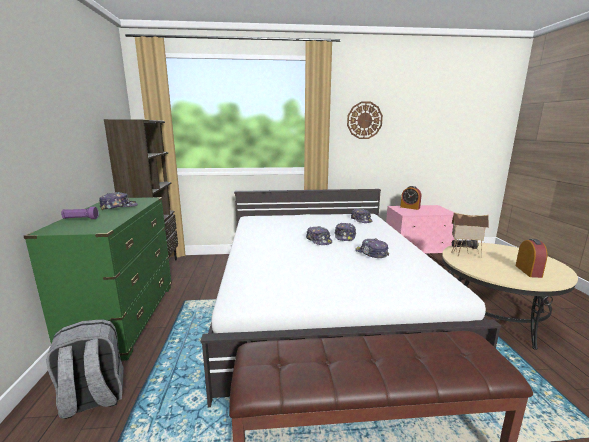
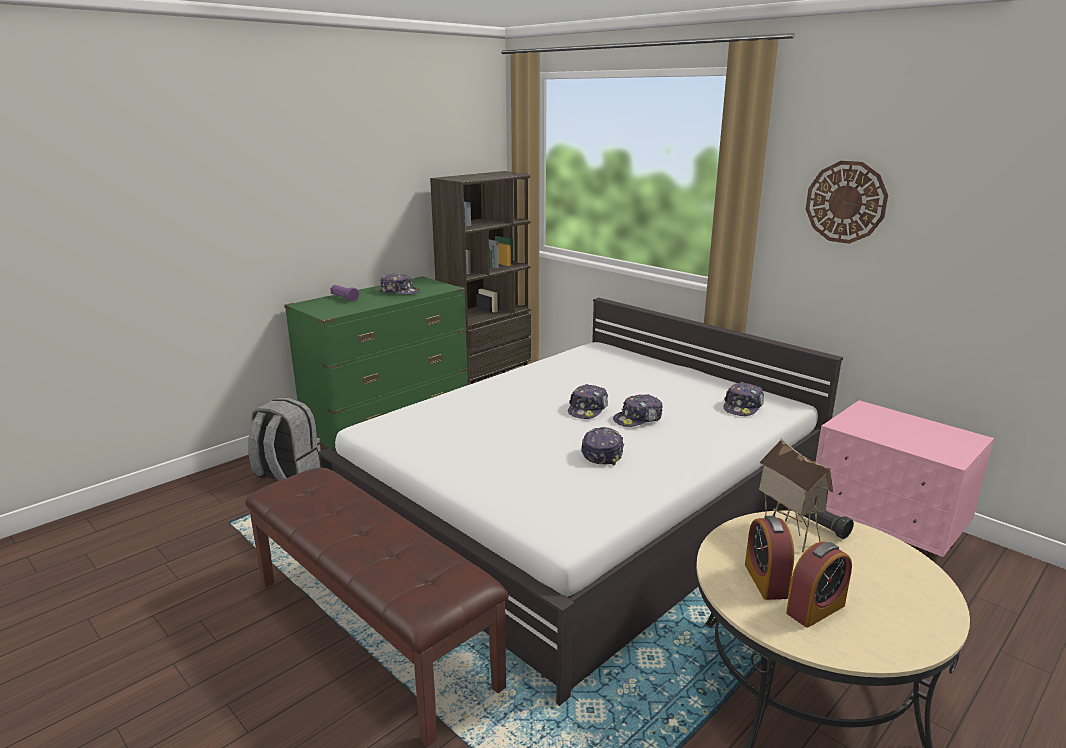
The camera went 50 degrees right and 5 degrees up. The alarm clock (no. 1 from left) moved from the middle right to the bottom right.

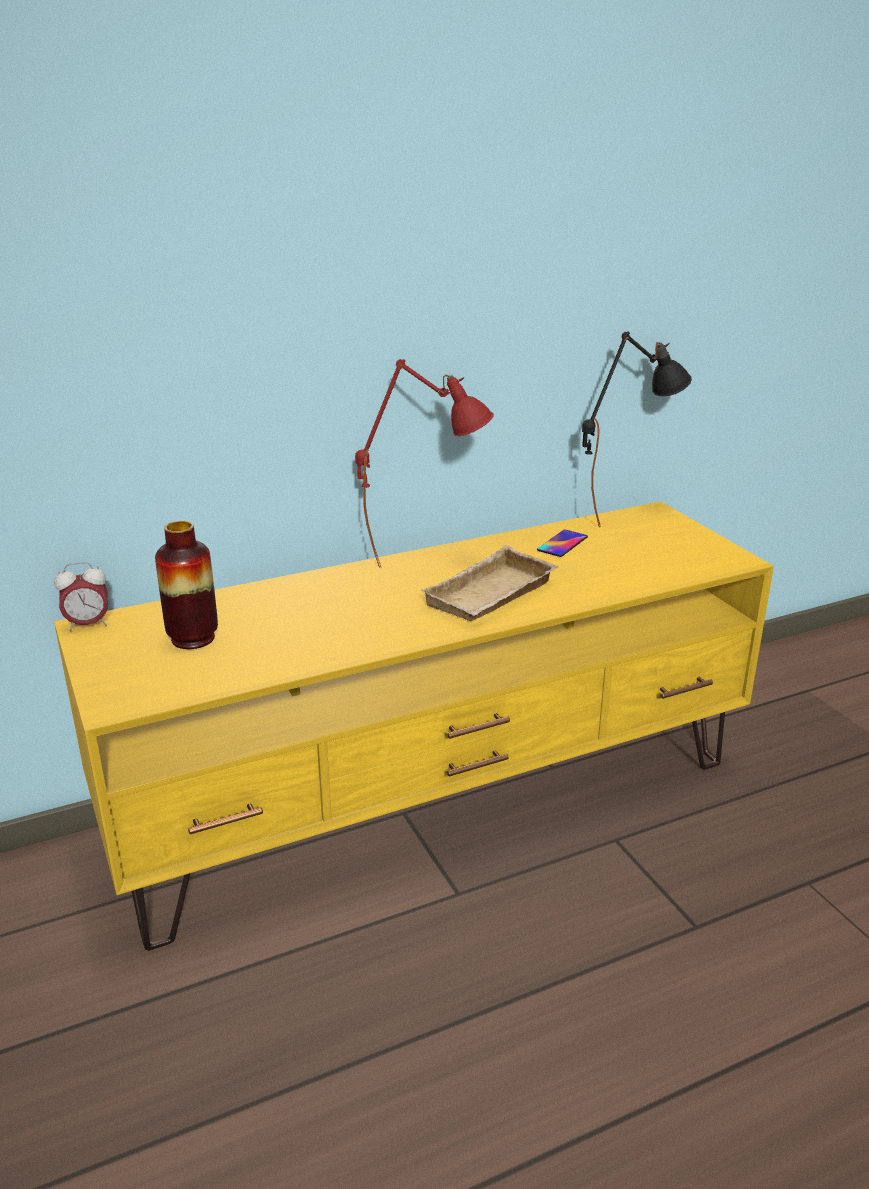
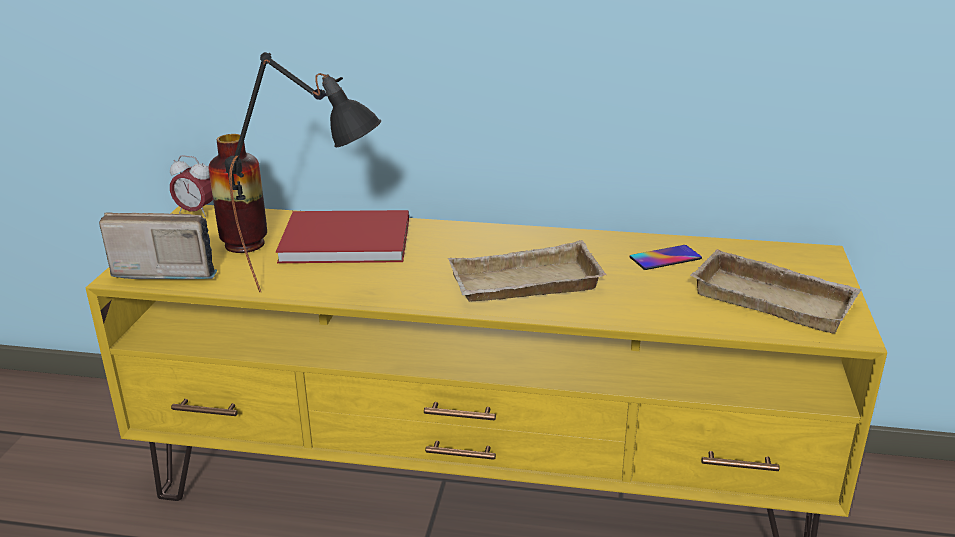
The camera went 35 degrees right and 0 degrees up. The red table lamp at the centre disappeared. The radio at the middle left appeared. The red book at the centre appeared. The beige tray (no. 2 from left) at the middle right appeared. The black table lamp moved from the middle right to the top left.

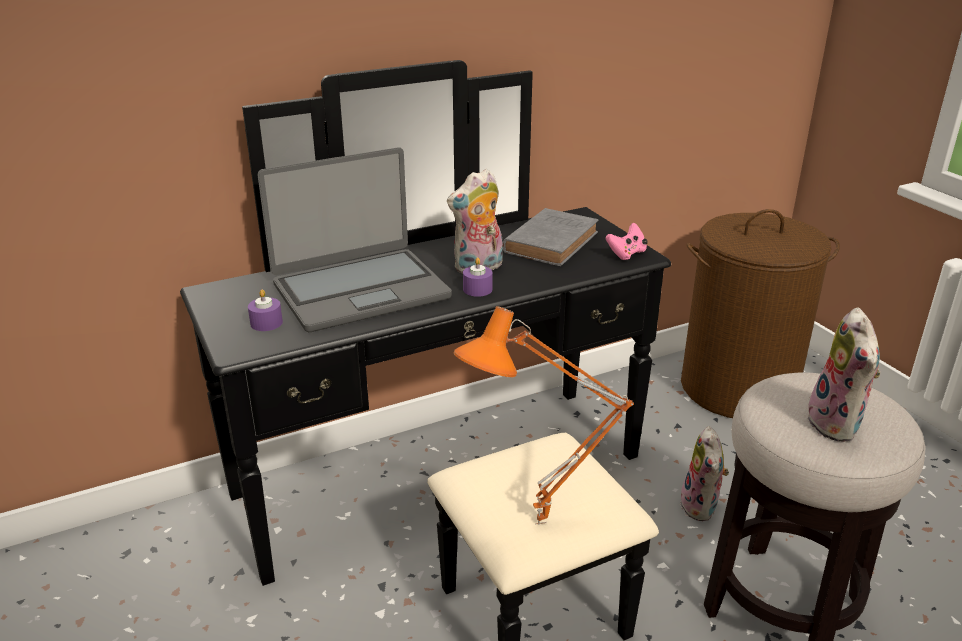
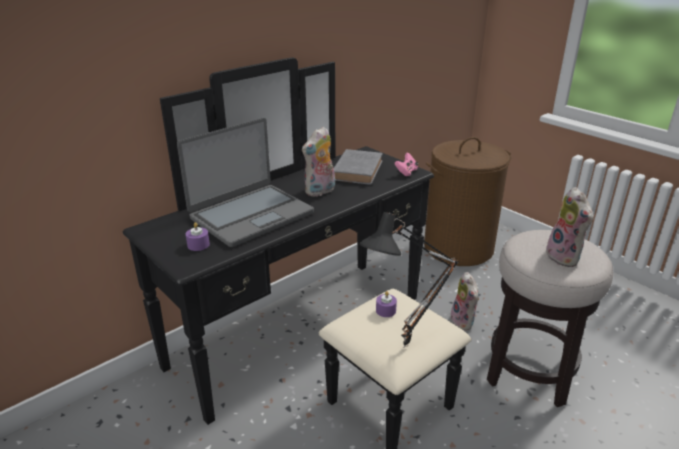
The camera went 15 degrees left and 0 degrees up. The purple candle (no. 2 from left) moved from the centre to the bottom centre. The orange table lamp at the centre became the black table lamp at the centre.

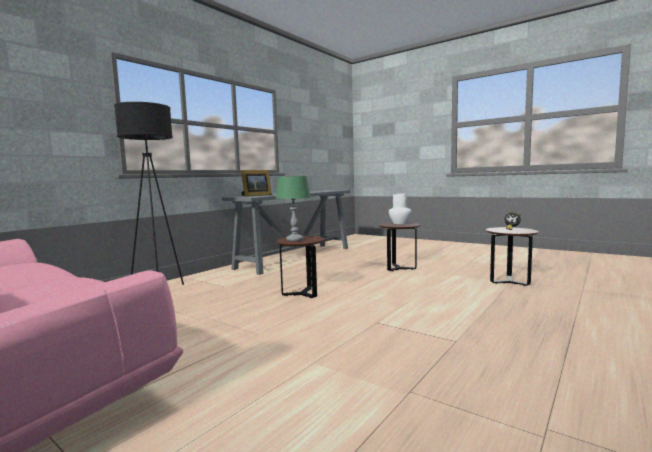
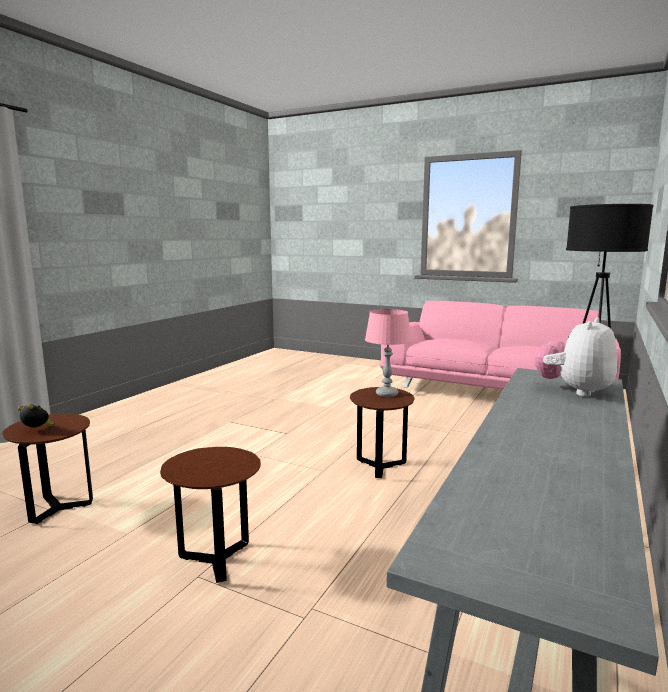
The camera went 170 degrees right and 5 degrees up. The white vase at the centre disappeared. The picture frame at the centre was replaced by the plush toy at the middle right. The green table lamp at the centre became the pink table lamp at the centre.

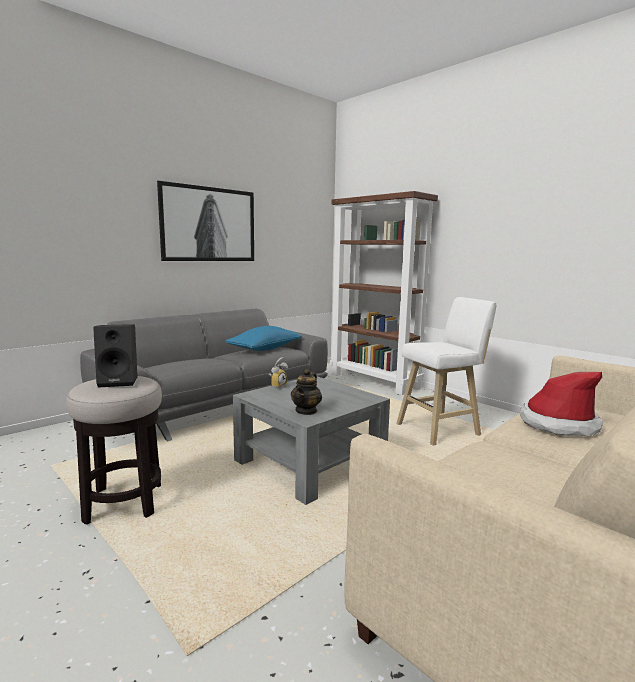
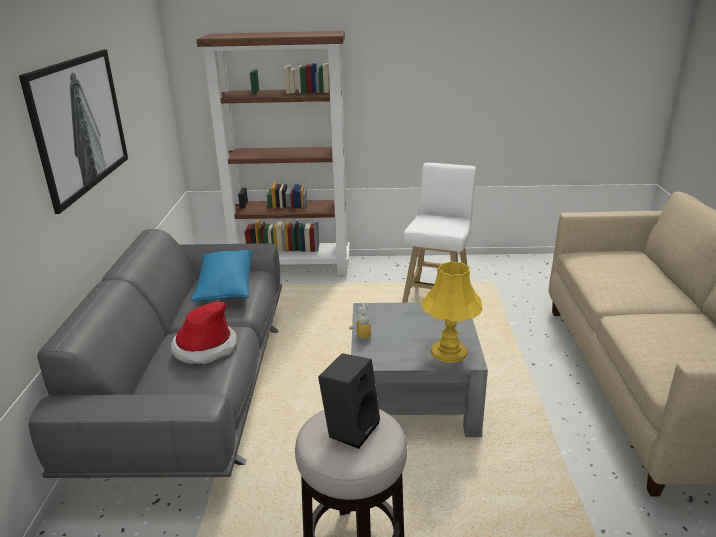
The camera went 45 degrees left and 15 degrees up. The hat moved from the middle right to the middle left. The teapot at the centre was replaced by the yellow table lamp at the centre.

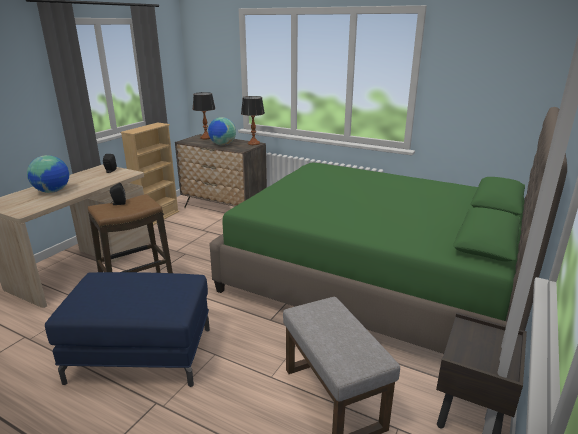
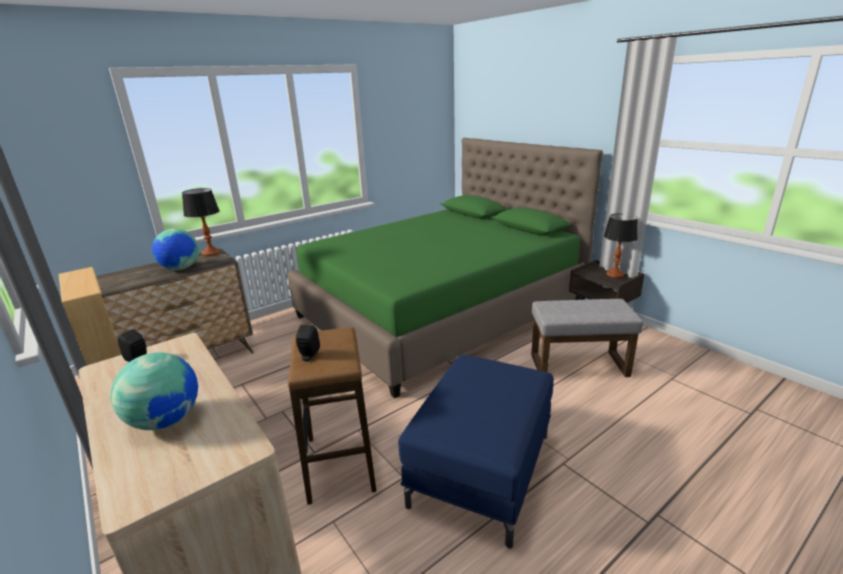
The camera went 65 degrees left and 0 degrees up. The table lamp (no. 1 from left in the first image) moved from the top centre to the middle right.

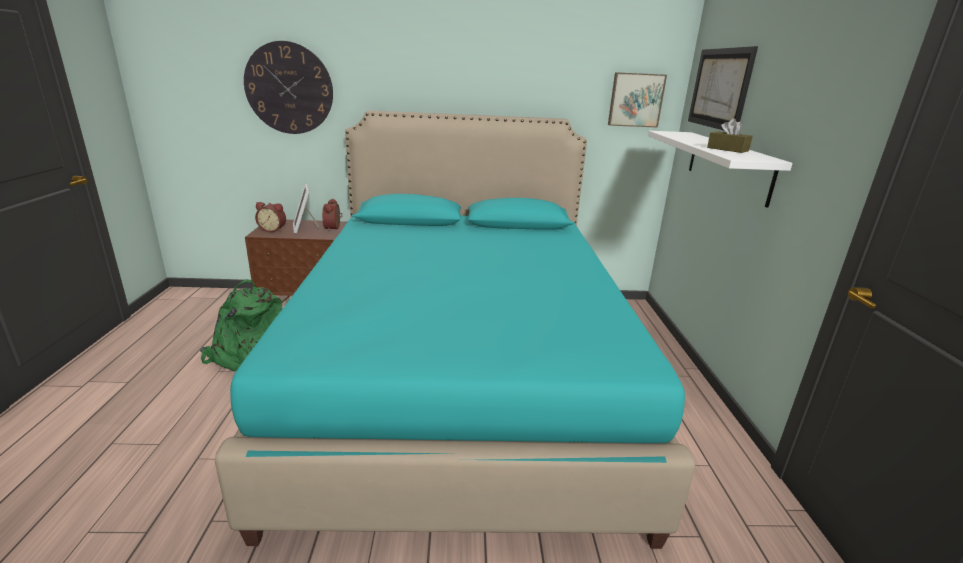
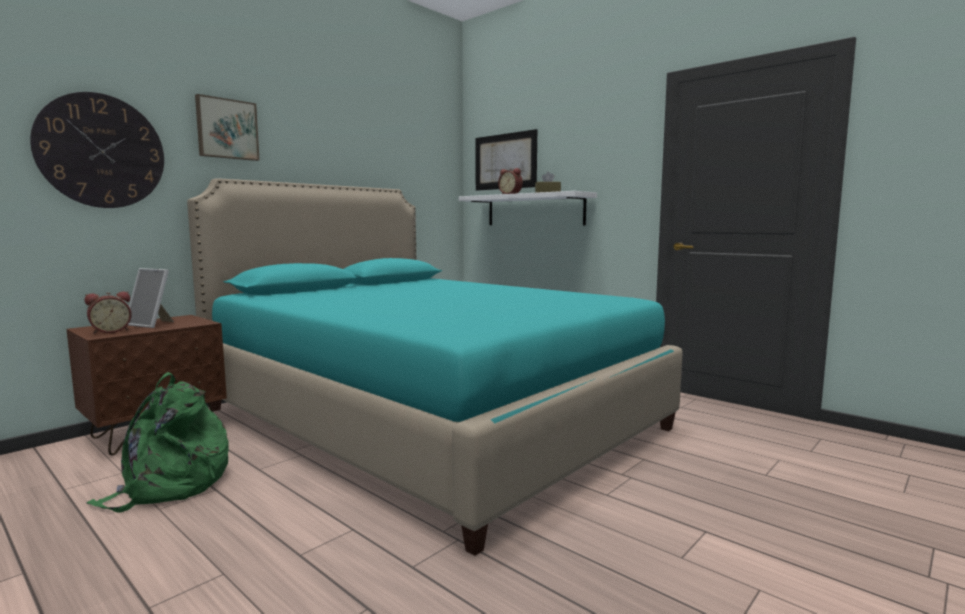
The camera went 45 degrees left and 15 degrees down. The alarm clock (no. 2 from left) moved from the centre to the top centre. The picture (no. 1 from left) moved from the top centre to the top left.

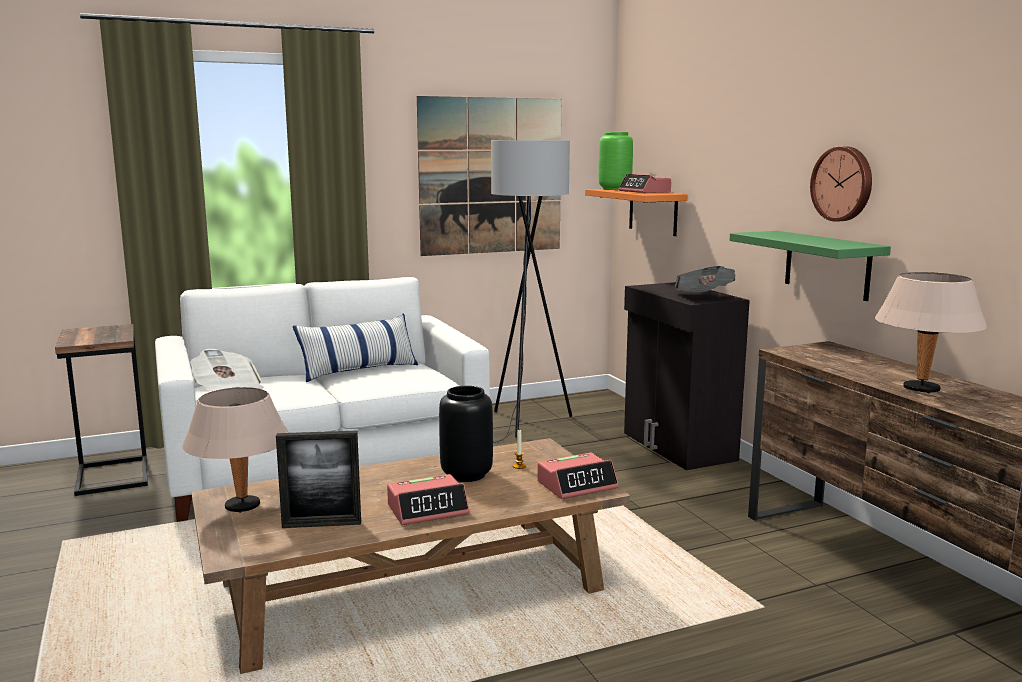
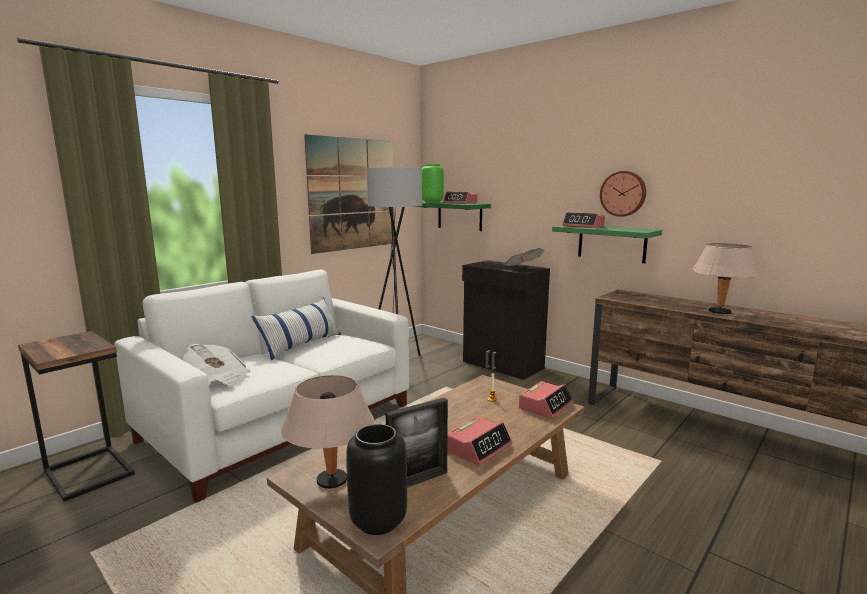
The camera went 25 degrees left and 0 degrees up. The alarm clock (no. 4 from left) at the middle right appeared. The black vase moved from the centre to the bottom centre. The orange shelf at the top centre became the green shelf (no. 1 from left) at the centre.

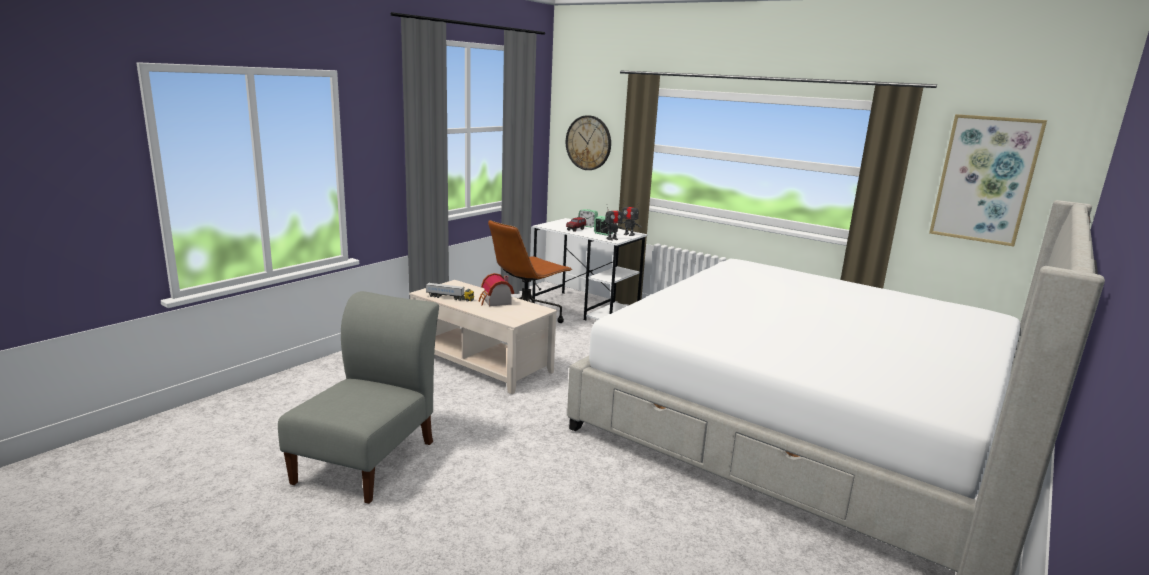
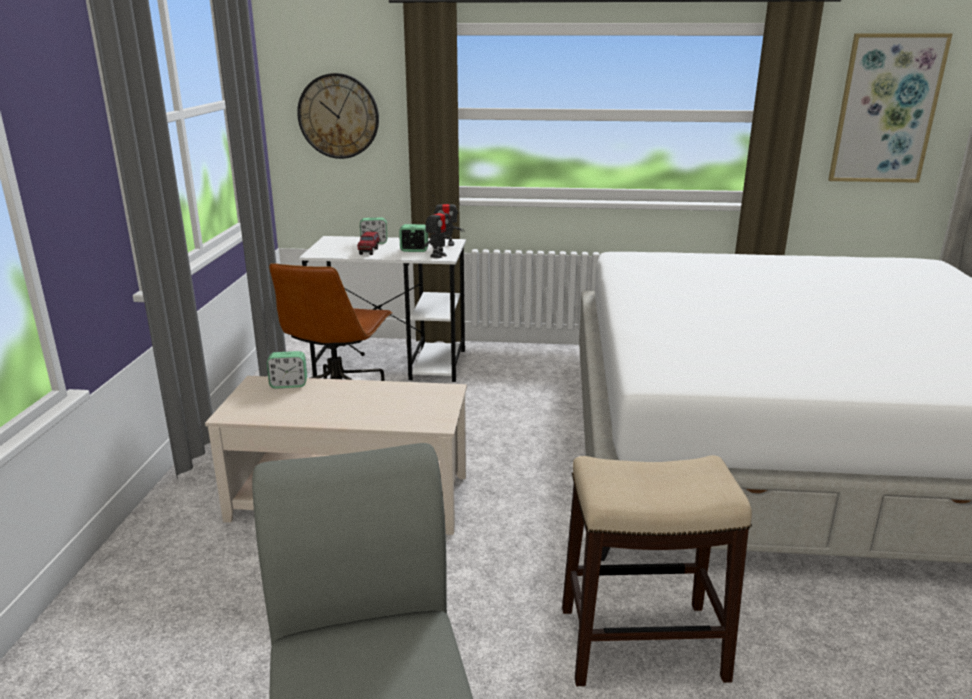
The camera went 30 degrees left and 5 degrees up. The toy truck (no. 1 from left) at the centre disappeared. The toy house at the centre disappeared. The alarm clock (no. 1 from left) at the middle left appeared. The stool at the bottom right appeared.

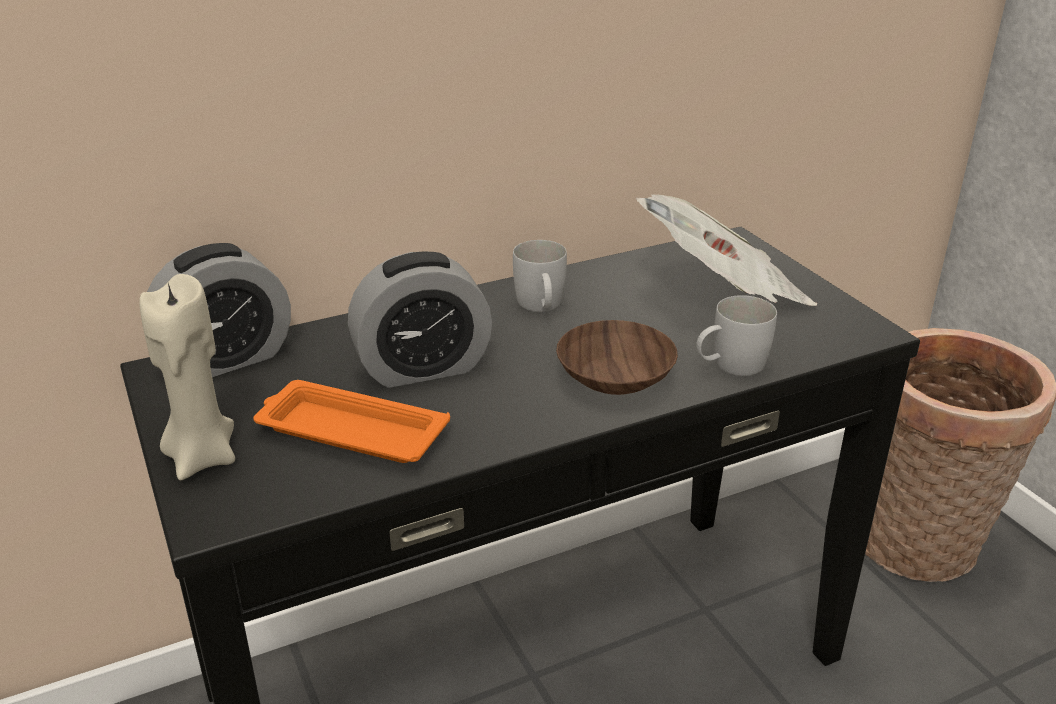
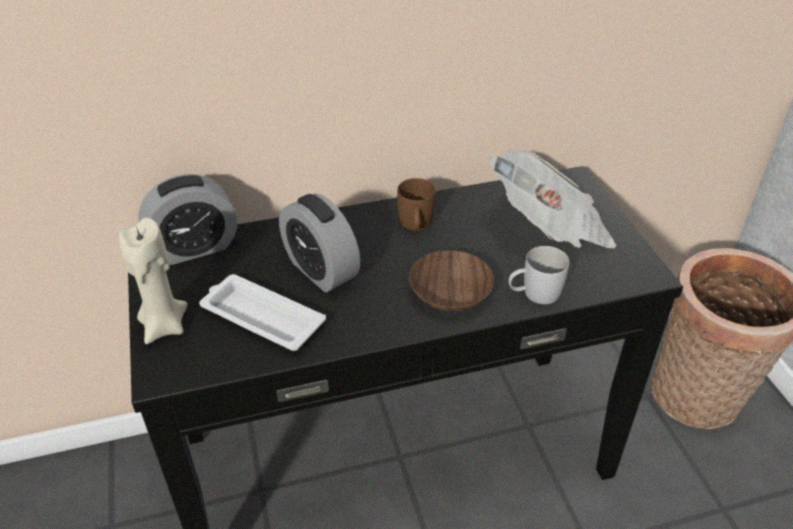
The camera went 10 degrees right and 10 degrees up. The orange tray at the middle left became the white tray at the middle left. The white mug (no. 1 from left) at the centre became the brown mug at the centre. The alarm clock (no. 2 from left) at the centre turned 60 degrees clockwise.

